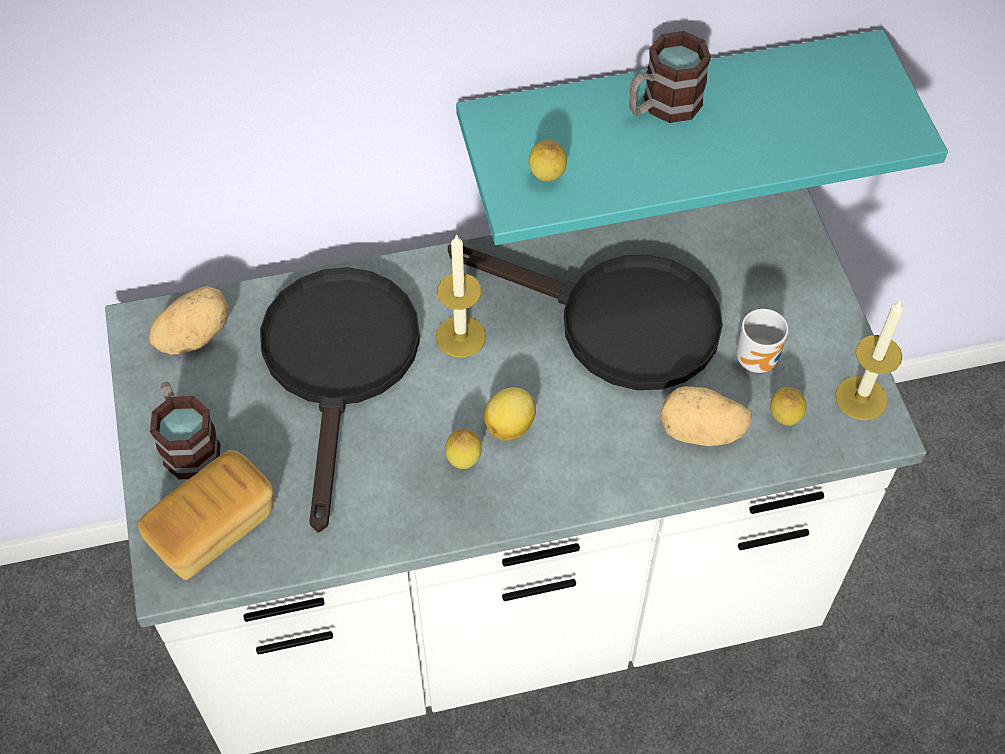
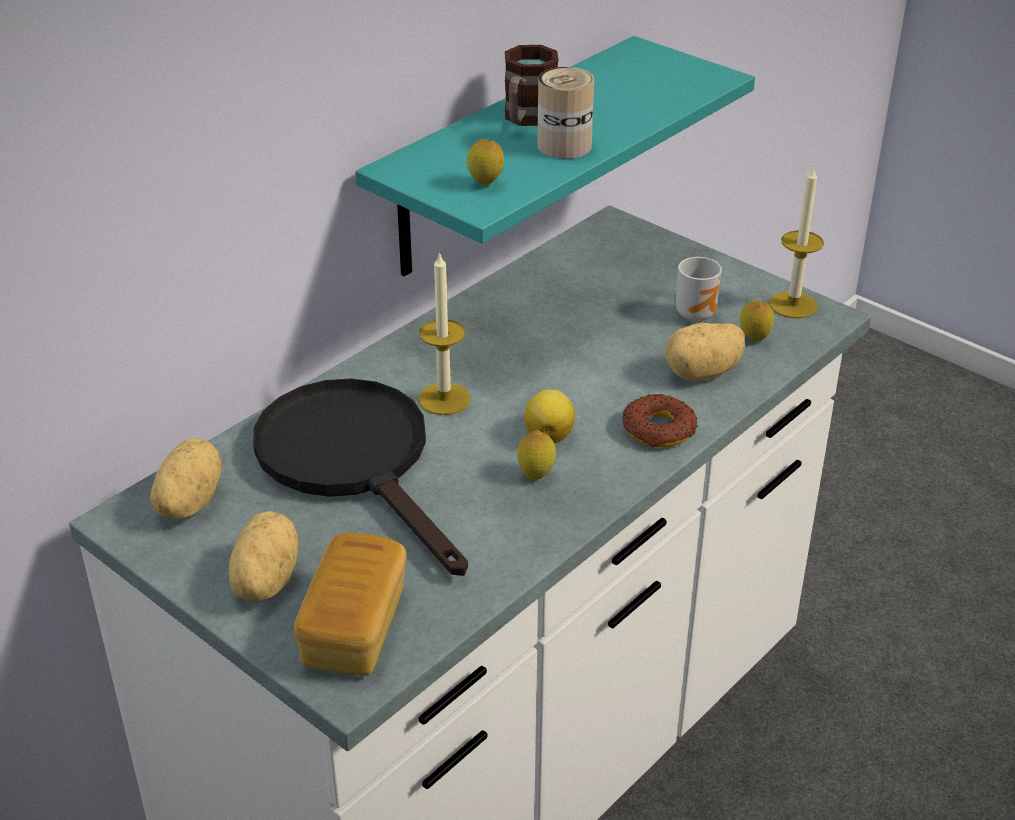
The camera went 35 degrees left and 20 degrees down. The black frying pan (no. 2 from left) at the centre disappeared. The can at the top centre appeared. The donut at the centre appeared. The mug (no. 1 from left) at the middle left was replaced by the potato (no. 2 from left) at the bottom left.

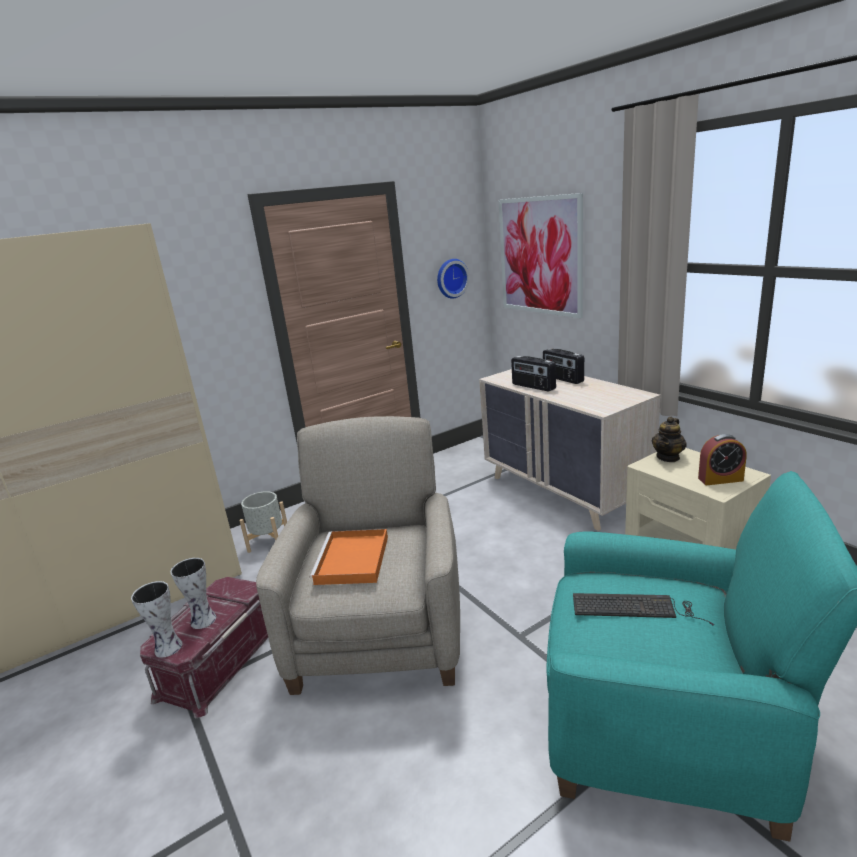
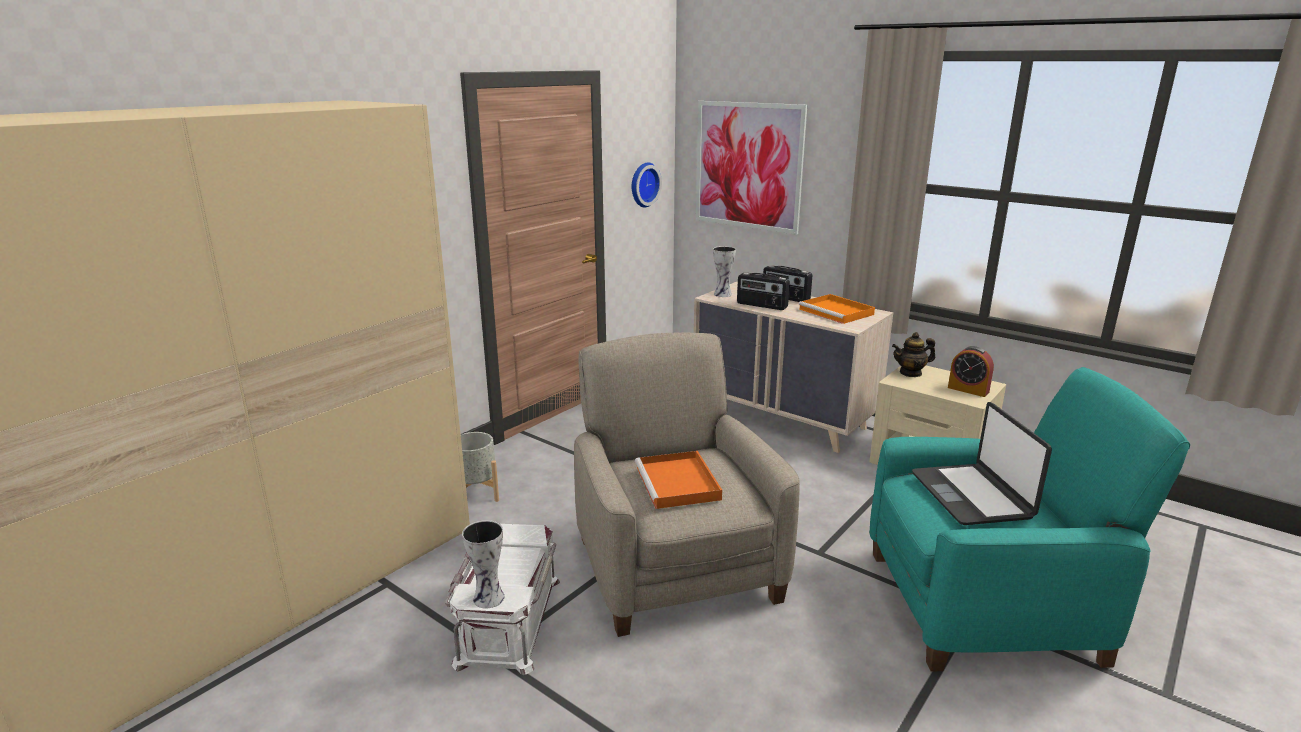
The camera went 20 degrees left and 0 degrees up. The orange tray (no. 2 from left) at the centre appeared. The vase (no. 2 from left) moved from the bottom left to the centre. The keyboard at the bottom right was replaced by the laptop at the middle right. The red storage box at the bottom left became the white storage box at the bottom centre. The teapot at the middle right turned 60 degrees clockwise. The alarm clock at the middle right turned 60 degrees clockwise.

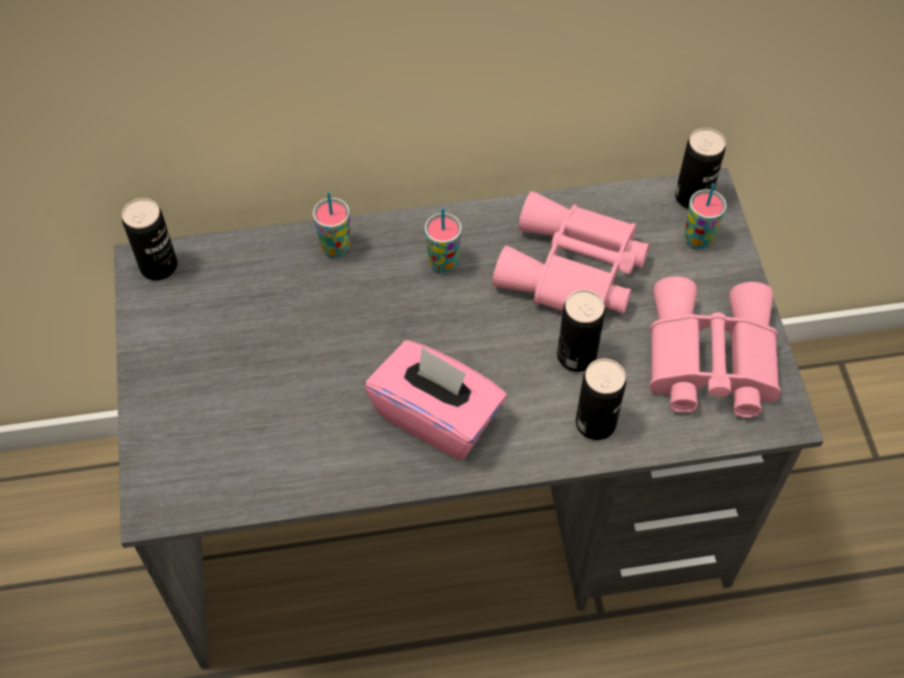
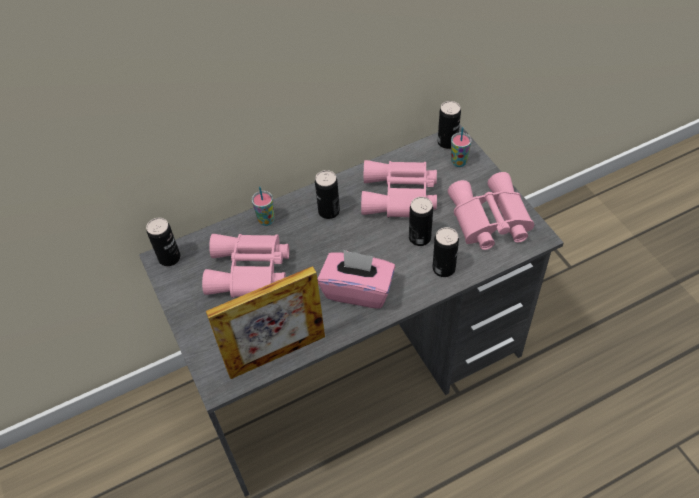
The camera went 15 degrees left and 5 degrees down. The pink binoculars (no. 1 from left) at the centre appeared. The picture frame at the centre appeared. The cup (no. 2 from left) at the centre was replaced by the can (no. 2 from left) at the centre.

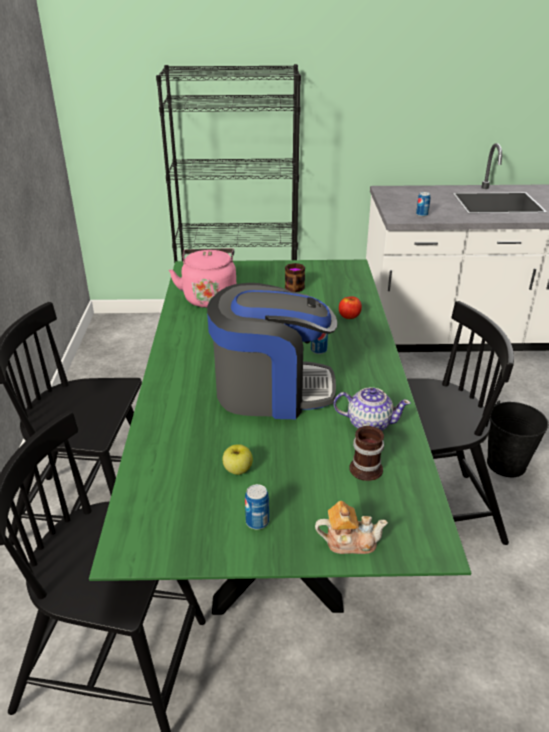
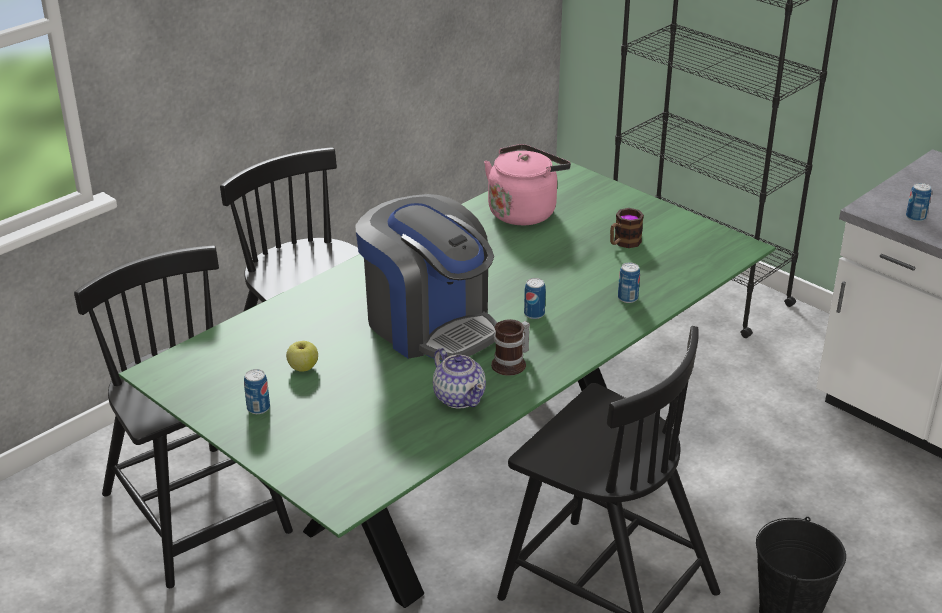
The camera went 45 degrees right and 0 degrees up. The teapot (no. 1 from left) at the bottom centre disappeared. The mug (no. 2 from left in the first image) moved from the middle right to the centre. The apple (no. 2 from left) at the centre was replaced by the can (no. 3 from left) at the middle right.

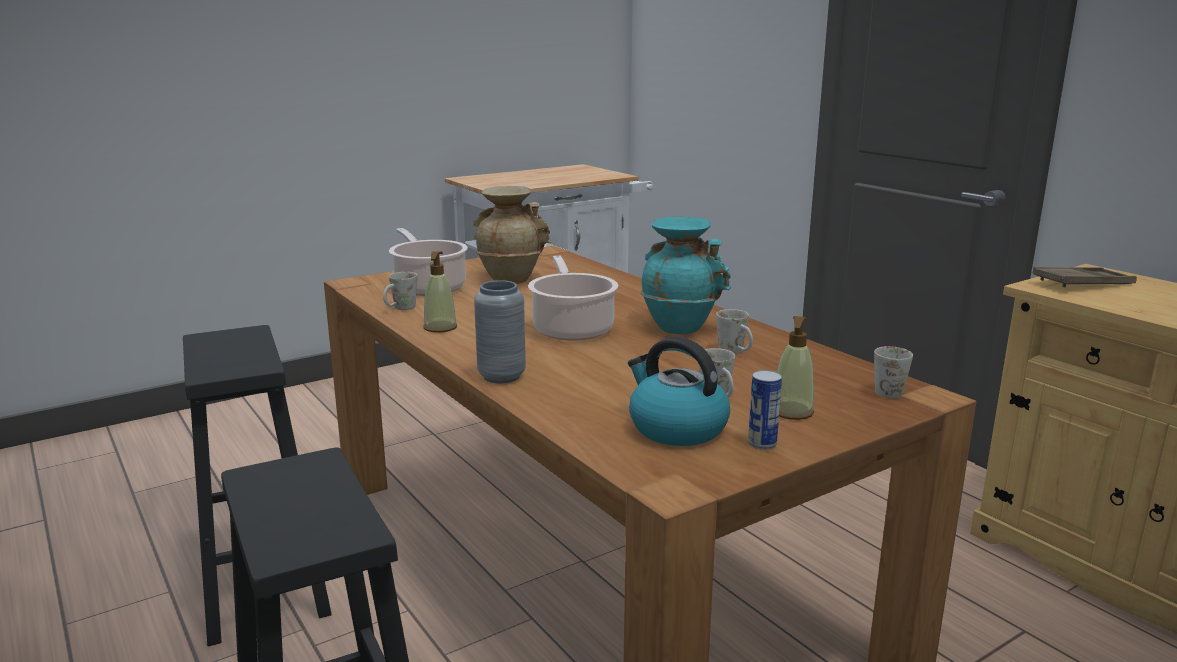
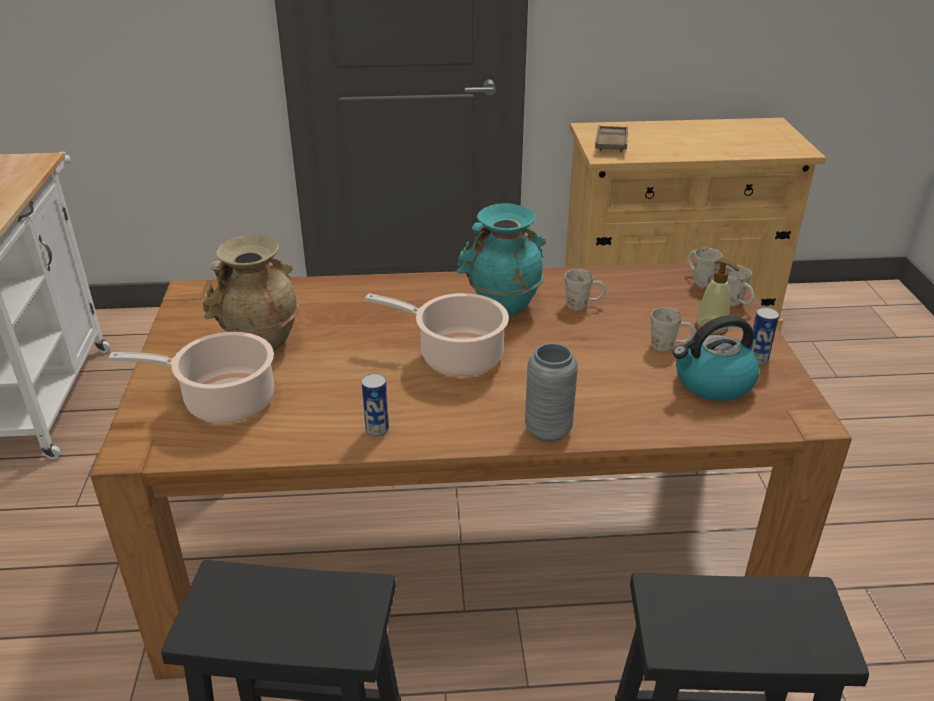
The camera went 60 degrees left and 15 degrees up. The white mug (no. 1 from left in the first image) moved from the centre to the middle right. The soap dispenser (no. 1 from left) at the centre was replaced by the can (no. 1 from left) at the centre.

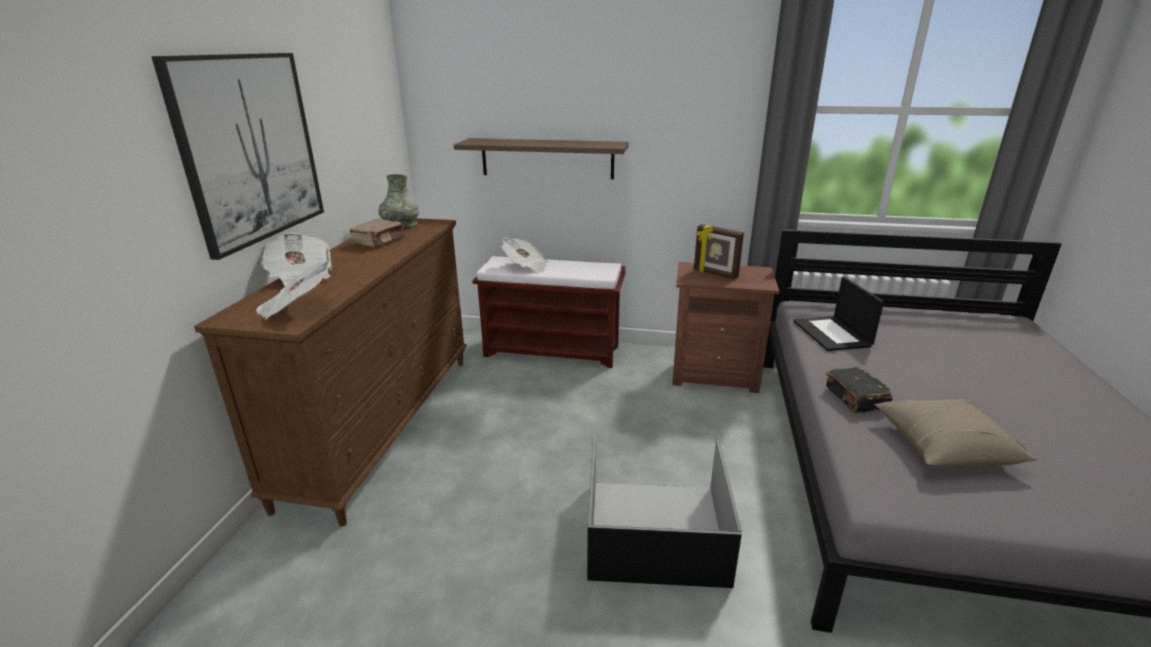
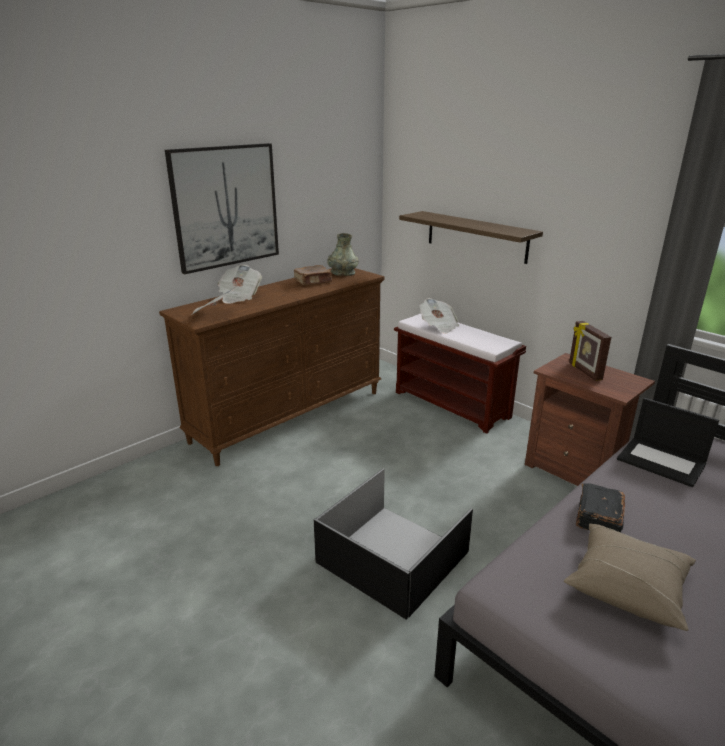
The camera went 35 degrees right and 0 degrees up. The laptop at the middle right turned 75 degrees counterclockwise.

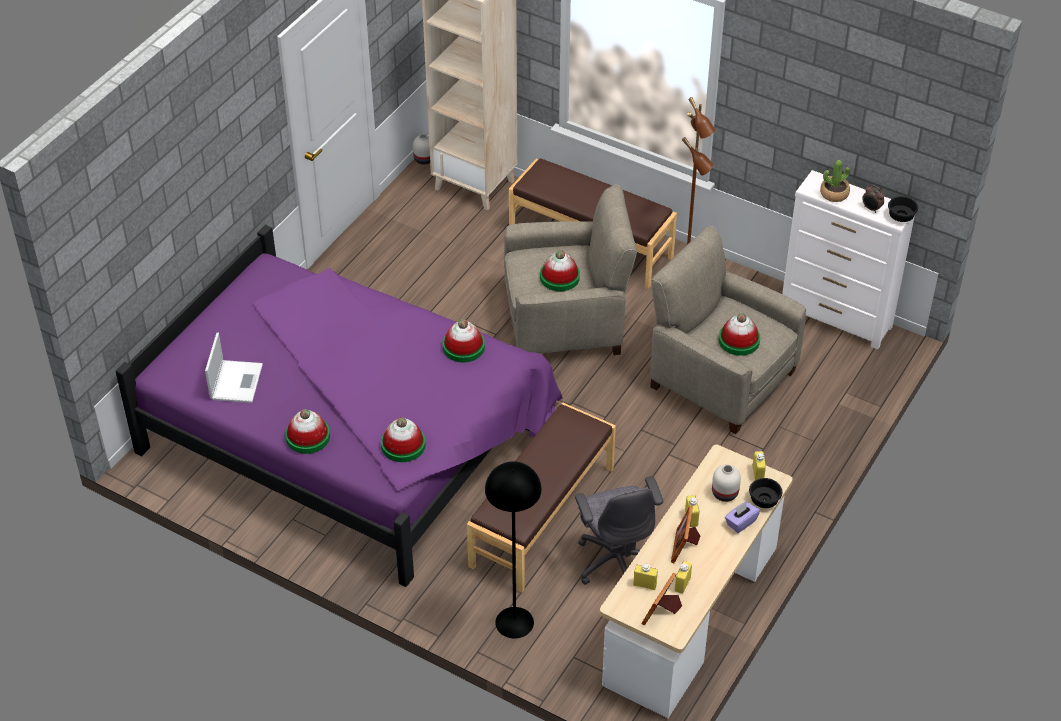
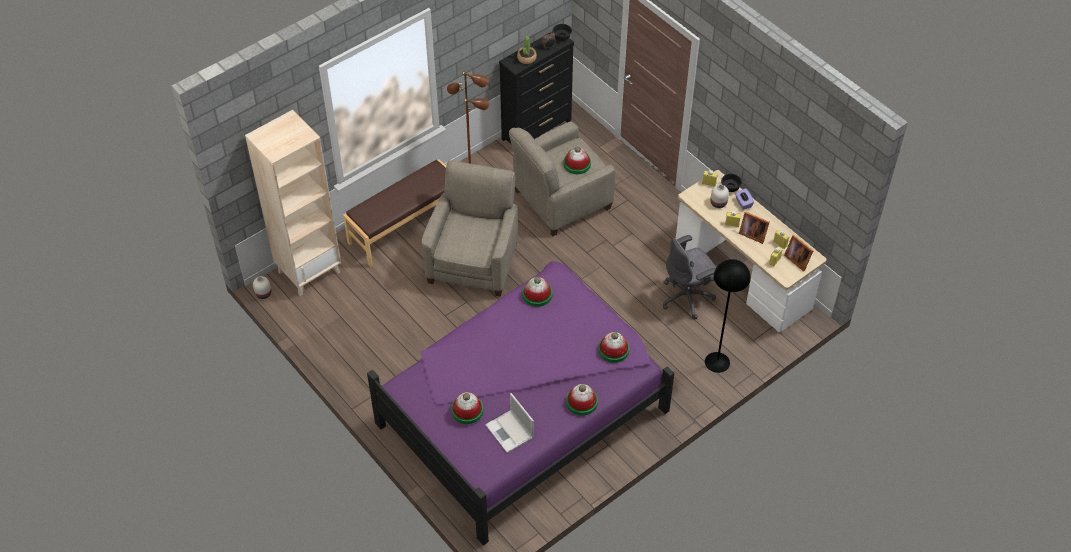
The camera went 70 degrees left and 5 degrees up. The brown bench (no. 1 from left) at the bottom centre disappeared. The hat (no. 4 from left in the first image) moved from the centre to the bottom centre. The white dresser at the middle right became the black dresser at the top centre. The laptop at the middle left turned 150 degrees counterclockwise. The grey office chair at the bottom centre turned 150 degrees clockwise.

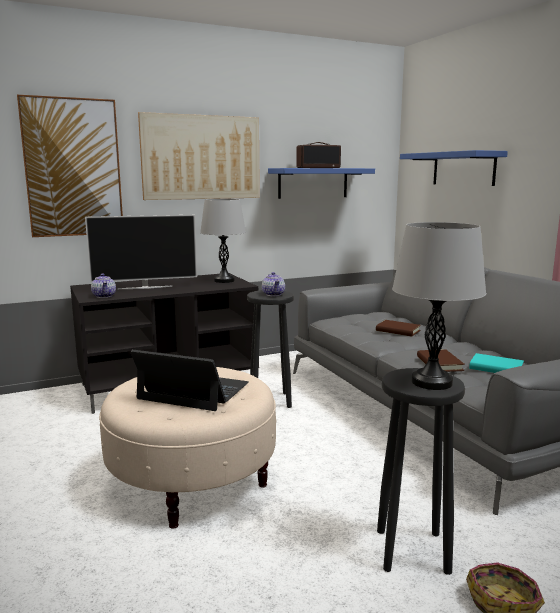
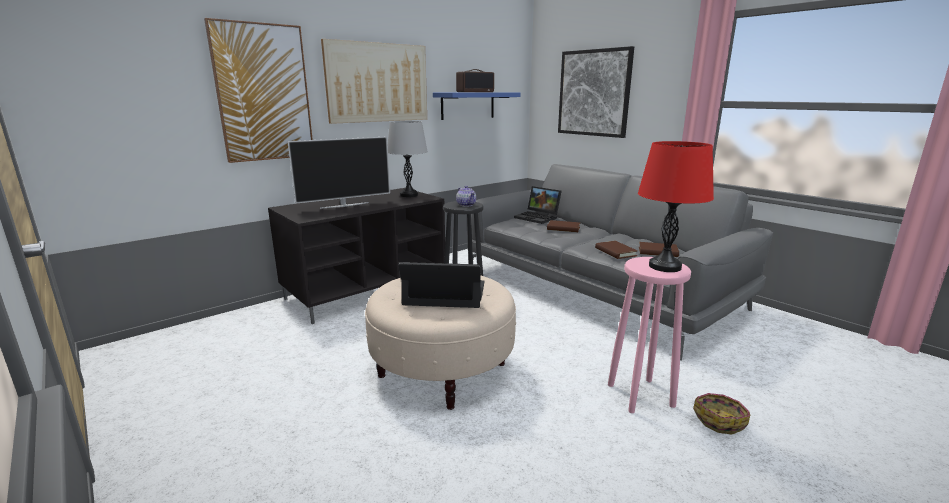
The camera went 15 degrees left and 5 degrees up. The teapot (no. 1 from left) at the middle left disappeared. The laptop (no. 2 from left) at the centre appeared. The blue shelf (no. 2 from left) at the top right was replaced by the picture (no. 3 from left) at the top centre. The black stool (no. 2 from left) at the bottom right became the pink stool at the middle right. The grey table lamp (no. 2 from left) at the middle right became the red table lamp at the middle right. The turquoise book at the middle right became the brown book (no. 3 from left) at the middle right.

